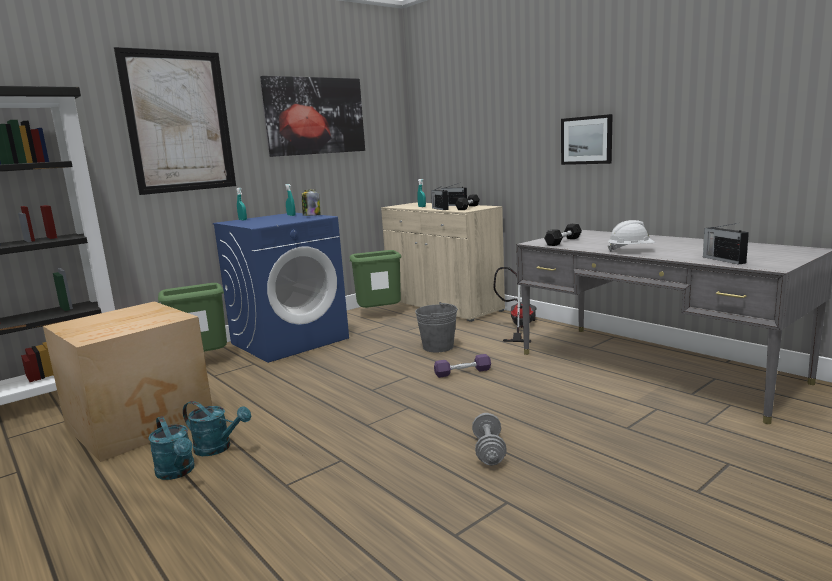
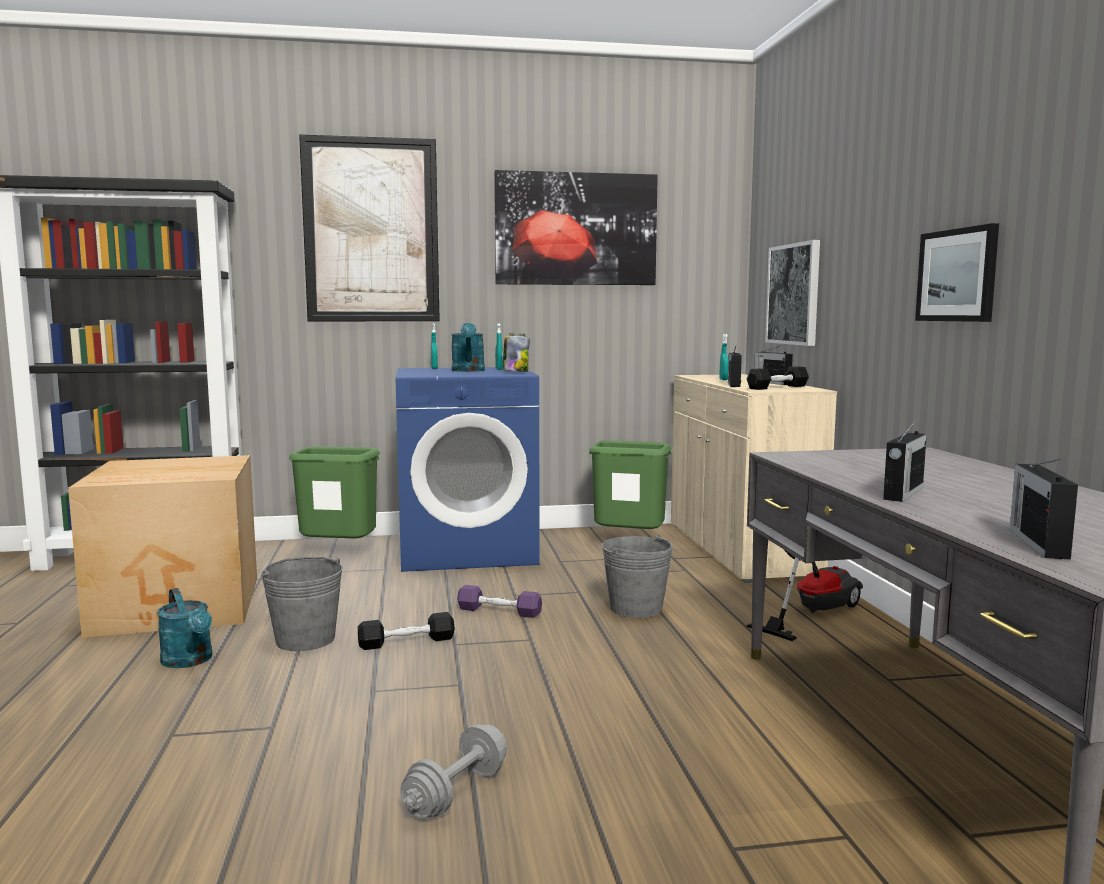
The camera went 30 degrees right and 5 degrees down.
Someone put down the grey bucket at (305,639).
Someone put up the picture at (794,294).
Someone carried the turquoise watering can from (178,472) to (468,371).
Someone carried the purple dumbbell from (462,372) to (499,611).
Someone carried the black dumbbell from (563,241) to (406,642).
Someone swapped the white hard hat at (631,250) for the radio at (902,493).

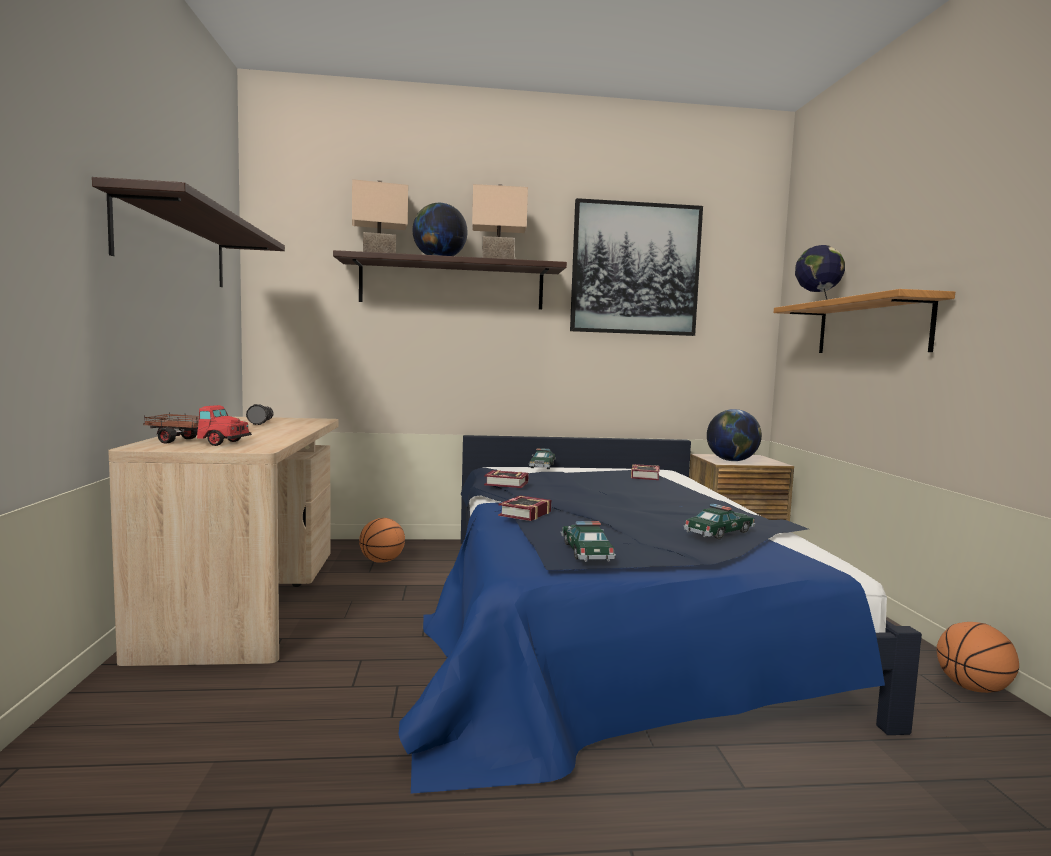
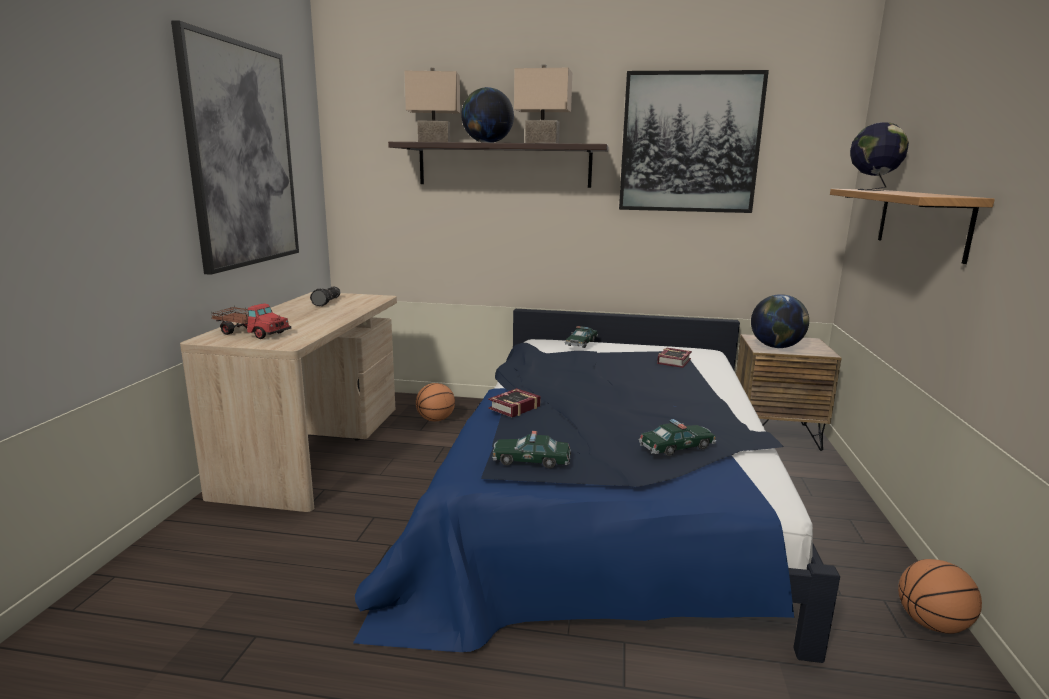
The camera went 15 degrees right and 10 degrees up.
Someone took away the book at (508,484).
Someone swapped the shelf at (175,245) for the picture at (242,156).
Someone rotated the toy car at (586,552) by 90 degrees counterclockwise.

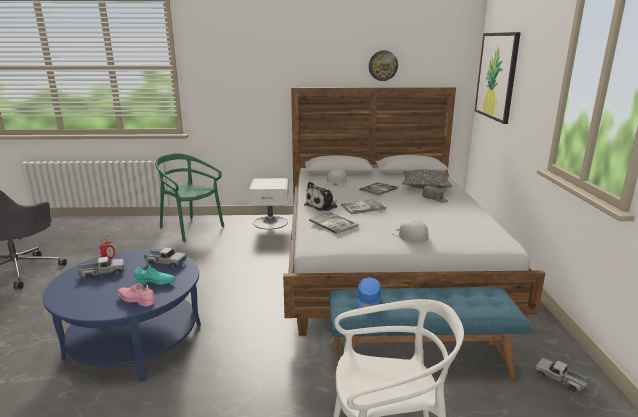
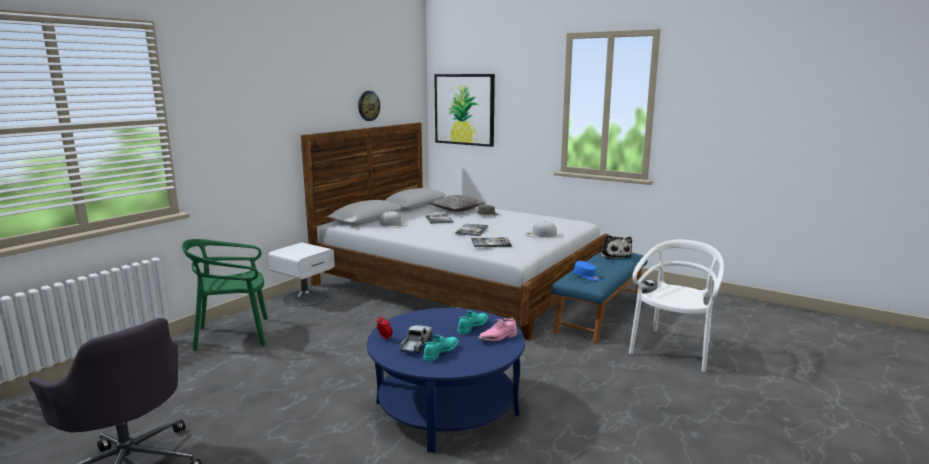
The camera went 55 degrees left and 5 degrees down.
Someone took away the toy truck at (165,263).
Someone put down the turquoise shoe at (441,352).
Someone carried the plush toy from (322,206) to (614,255).

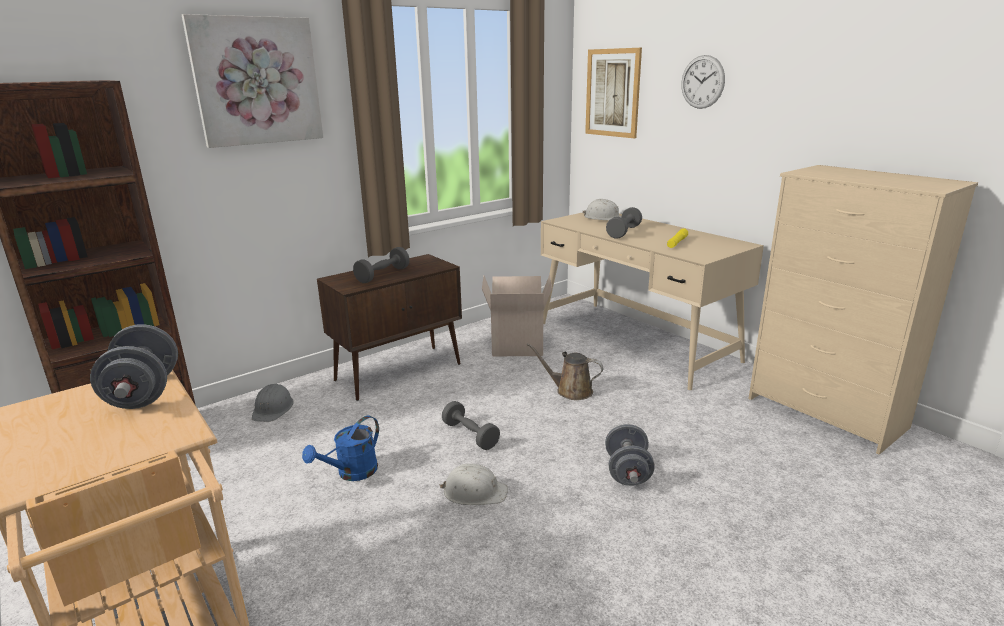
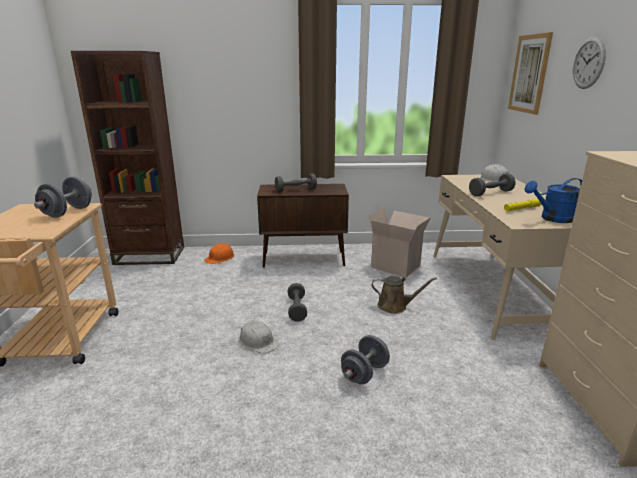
The camera went 35 degrees right and 0 degrees up.
Someone took away the picture at (256,81).
Someone carried the blue watering can from (351,473) to (552,219).
Someone repainted the grey hard hat at (273,408), which became the orange hard hat at (220,258).
Someone rotated the brown watering can at (570,391) by 135 degrees clockwise.

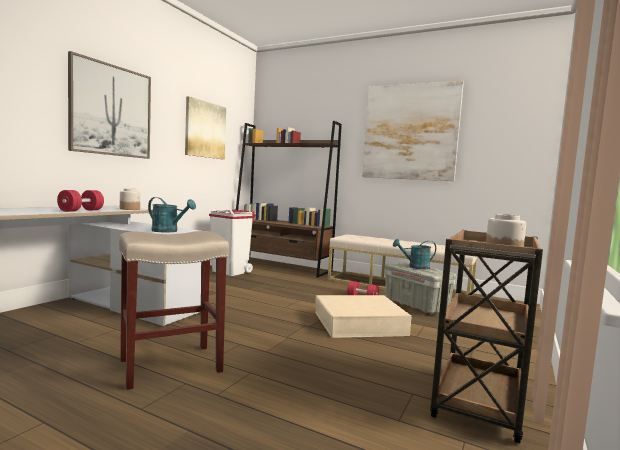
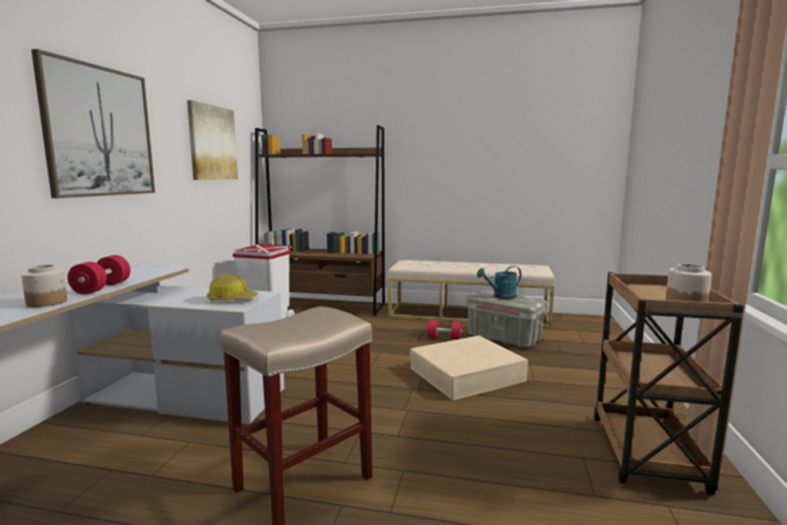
The camera went 15 degrees left and 5 degrees up.
Someone took away the picture at (410,132).
Someone carried the jar from (130,209) to (47,302).
Someone swapped the turquoise watering can at (169,231) for the hard hat at (232,300).

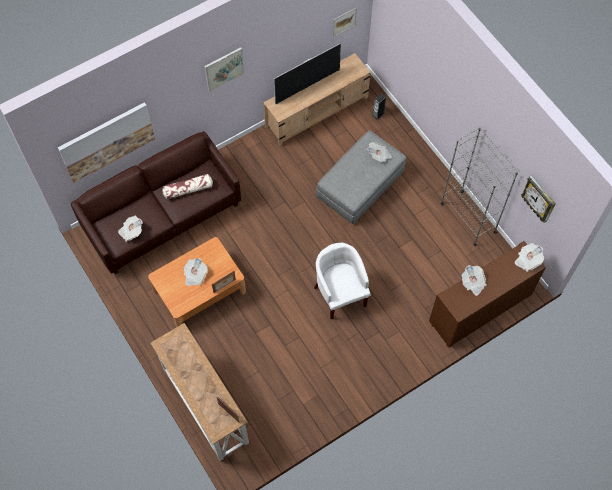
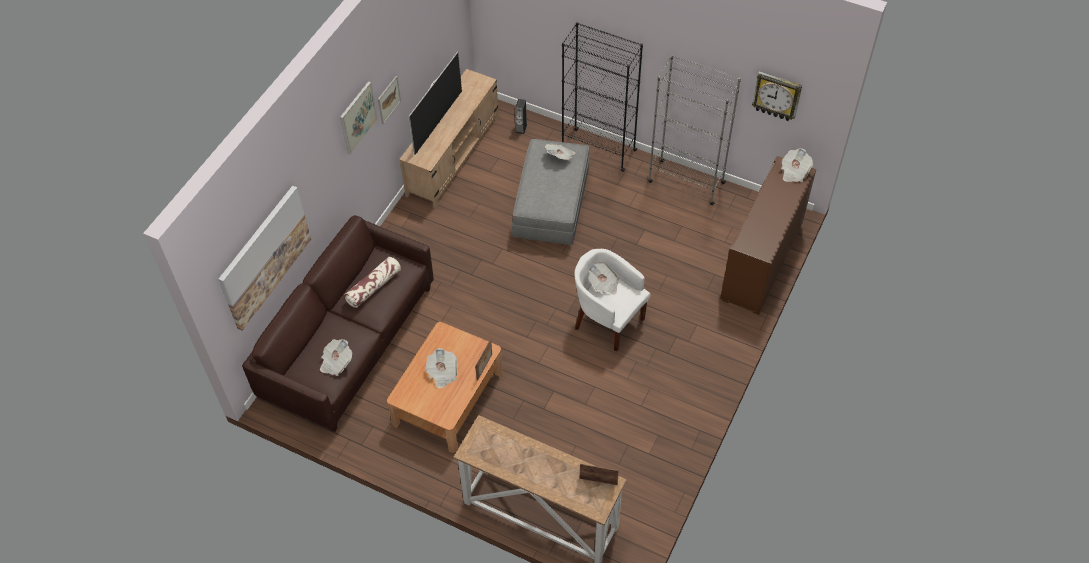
The camera went 30 degrees left and 10 degrees down.
Someone put down the black bookcase at (598,149).
Someone carried the picture from (344,21) to (388,99).
Someone carried the newspaper from (473,283) to (603,284).

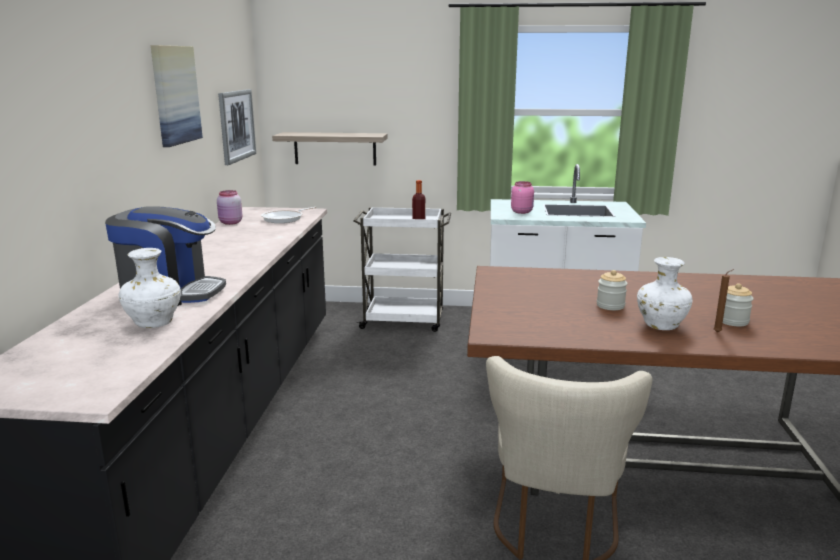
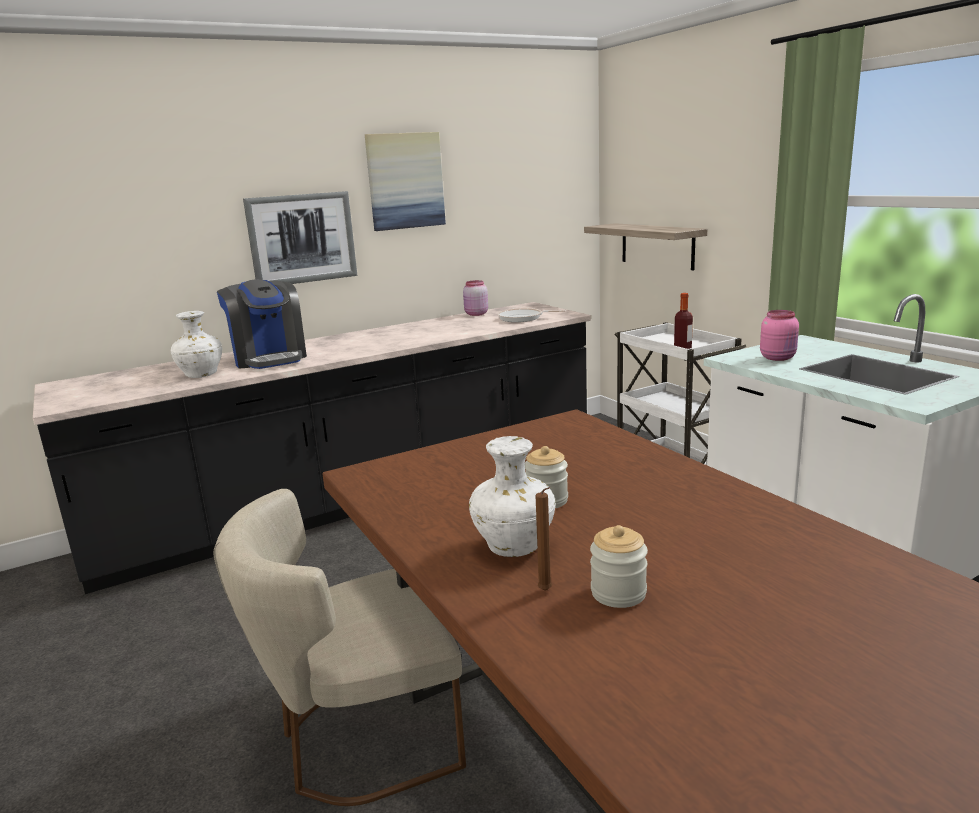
The camera went 55 degrees right and 0 degrees up.
Someone carried the picture from (236,125) to (302,238).

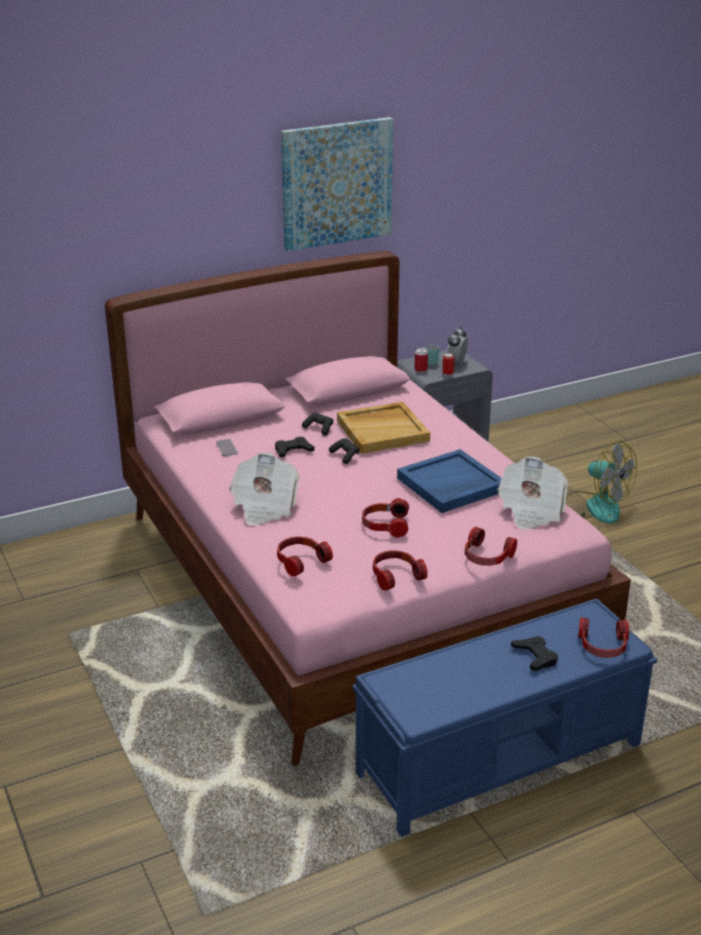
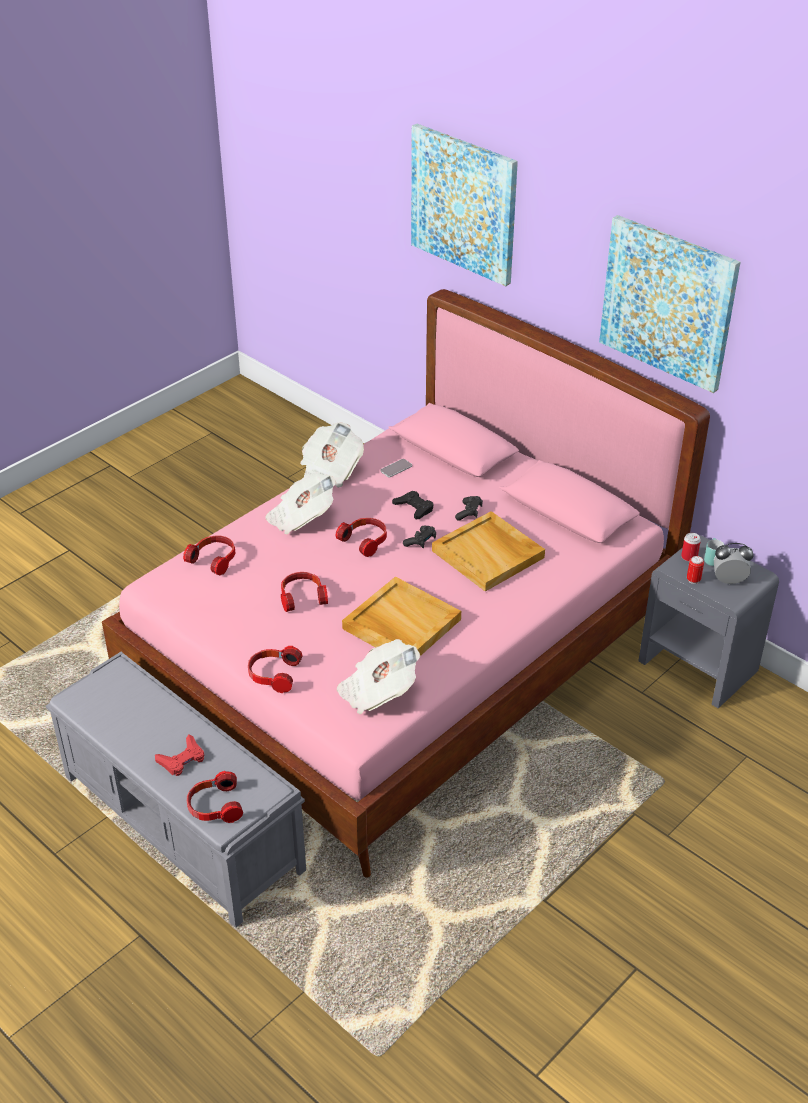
The camera went 70 degrees right and 10 degrees up.
Someone took away the fan at (594,507).
Someone put down the newspaper at (329,472).
Someone put up the picture at (464,203).
Someone carried the headphones from (395,576) to (365,541).
Someone repainted the blue bench at (501,758), which became the grey bench at (183,824).
Someone repainted the blue tray at (450,485), which became the beige tray at (400,624).
Someone repainted the black game controller at (535,657), which became the red game controller at (182,759).

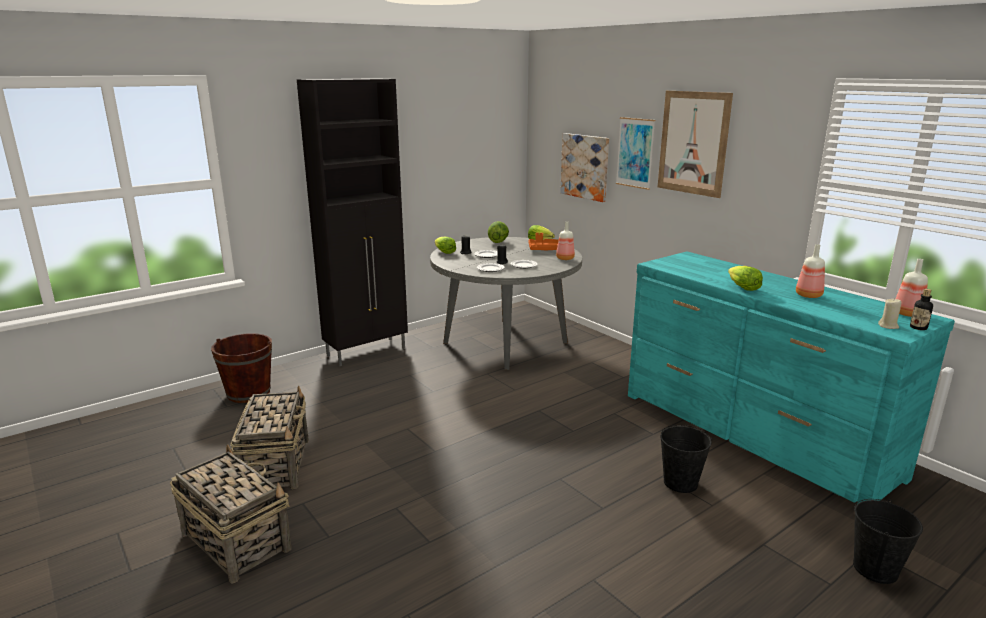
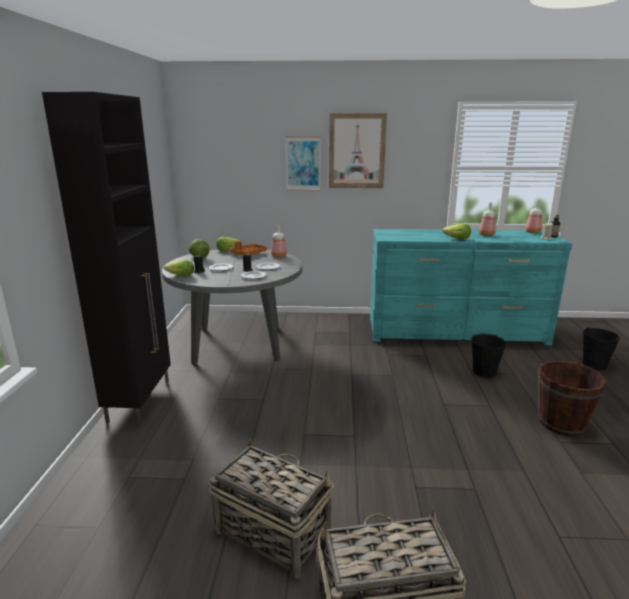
The camera went 50 degrees left and 0 degrees up.
Someone took away the picture at (585,166).
Someone carried the brown bucket from (248,393) to (561,423).

